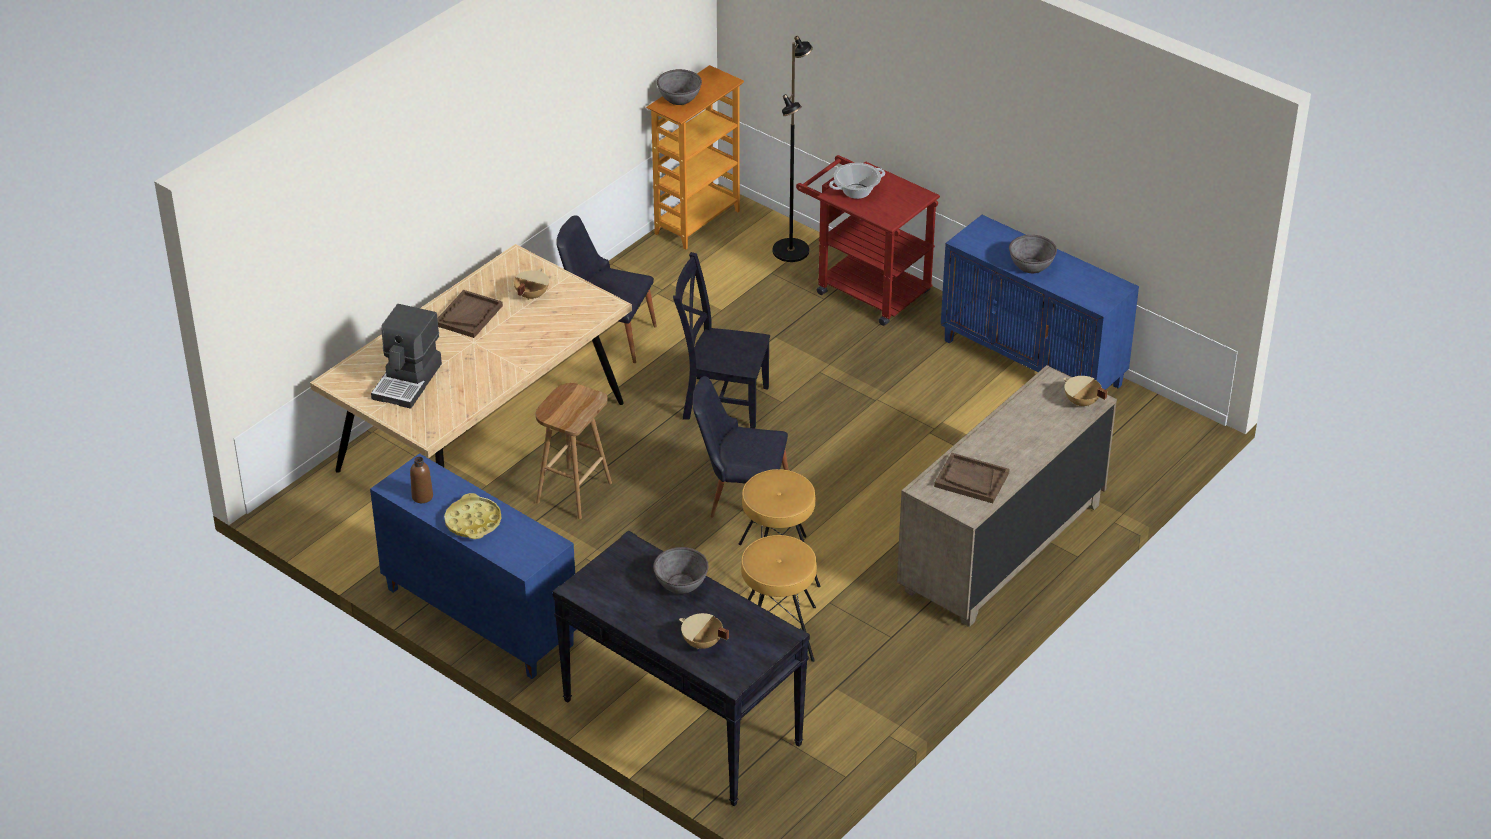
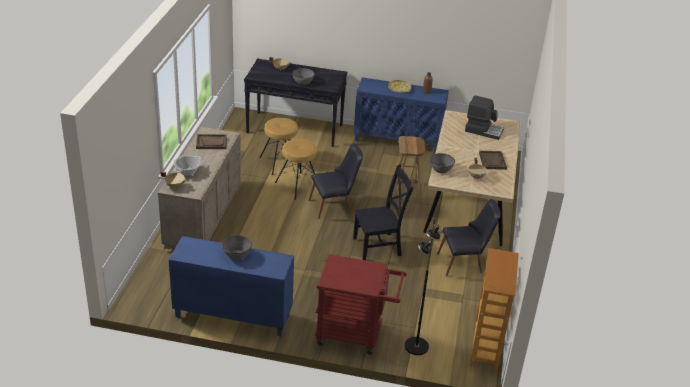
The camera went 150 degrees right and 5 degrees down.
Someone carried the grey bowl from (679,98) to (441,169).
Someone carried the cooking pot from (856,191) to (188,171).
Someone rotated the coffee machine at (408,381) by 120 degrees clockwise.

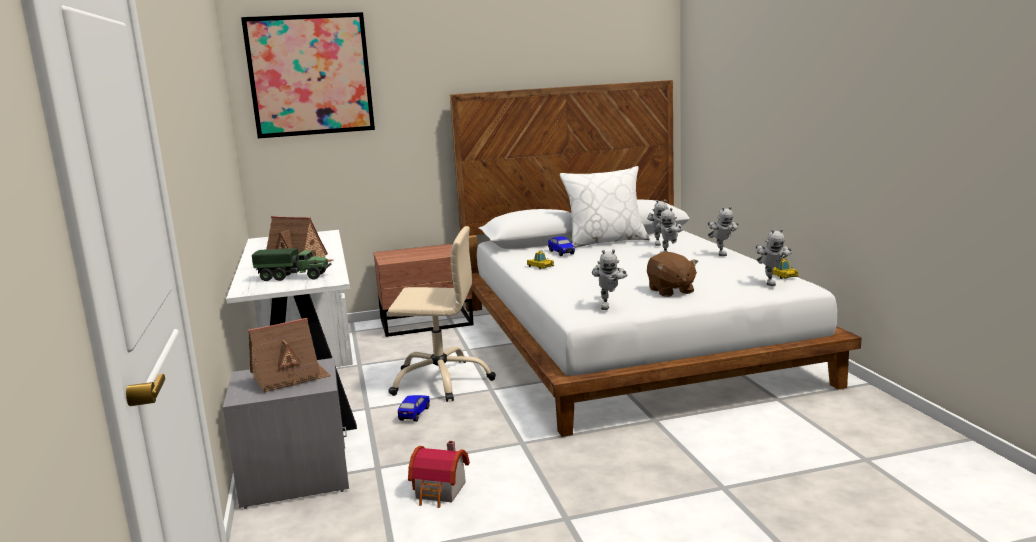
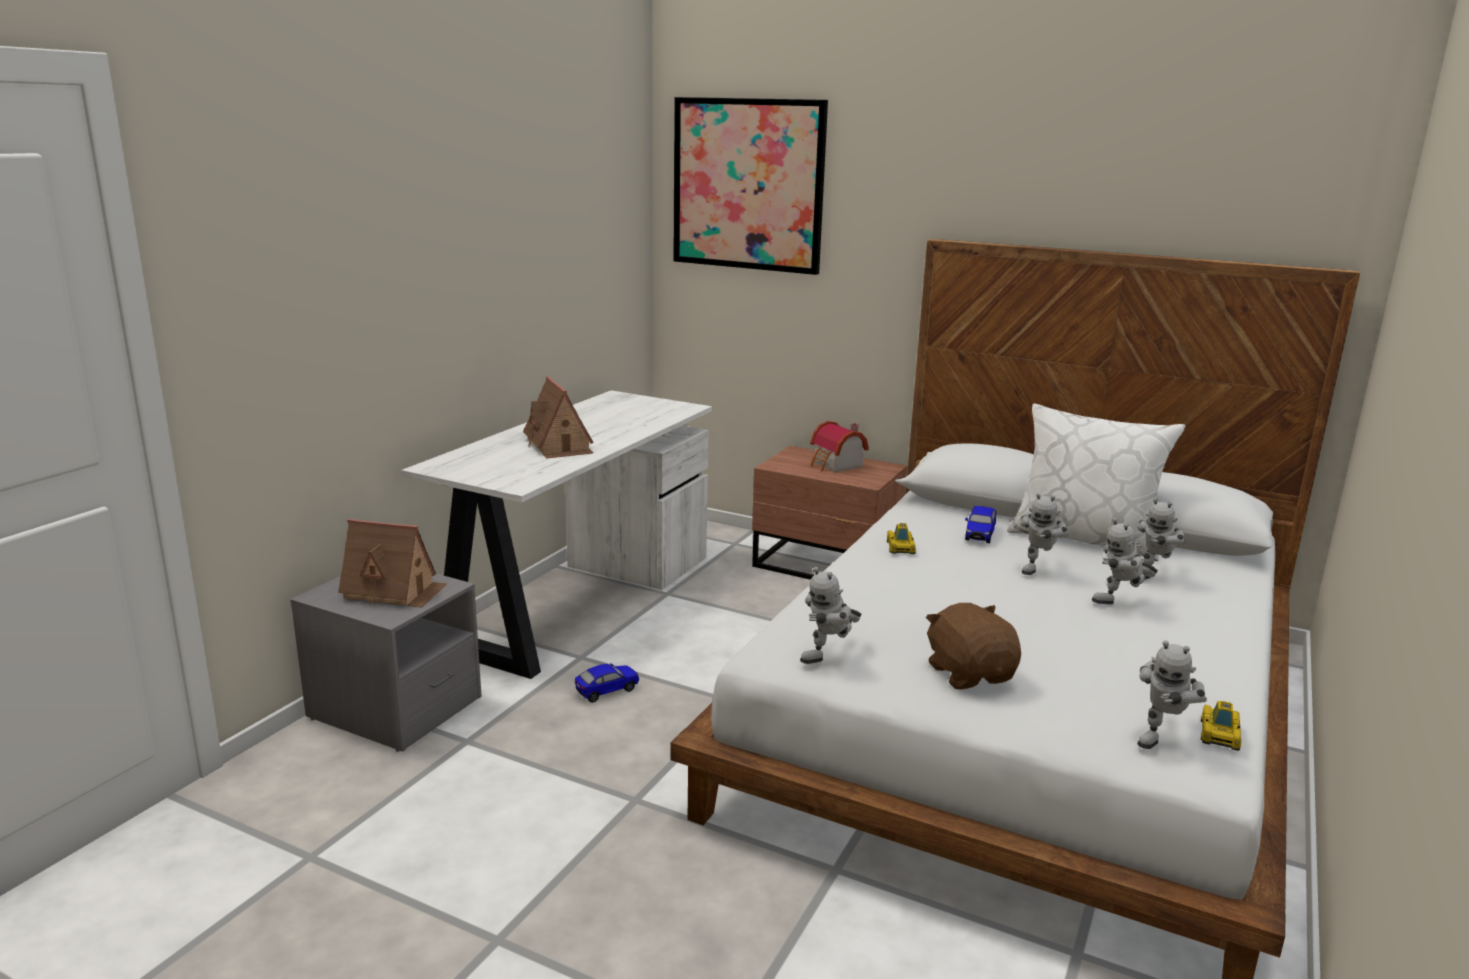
The camera went 40 degrees right and 5 degrees up.
Someone took away the toy truck at (294,277).
Someone took away the beige office chair at (441,380).
Someone carried the toy house from (441,492) to (836,465).
Someone carried the toy robot from (721,254) to (1038,569).
Someone rotated the brown plush toy at (670,291) by 135 degrees clockwise.

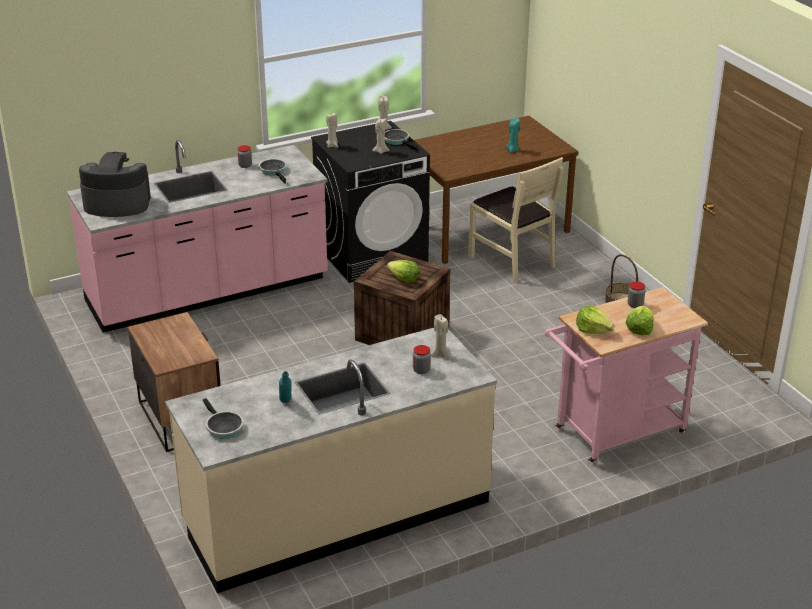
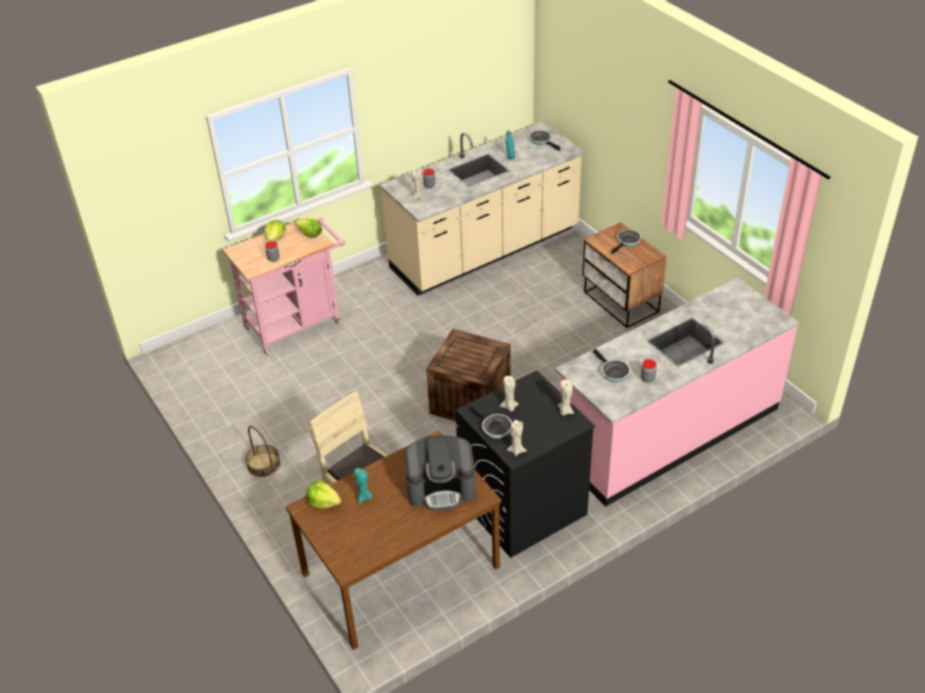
The camera went 175 degrees right and 10 degrees up.
Someone put down the frying pan at (627,242).
Someone carried the coffee machine from (116,204) to (441,487).
Someone carried the lettuce from (403,279) to (323,501).

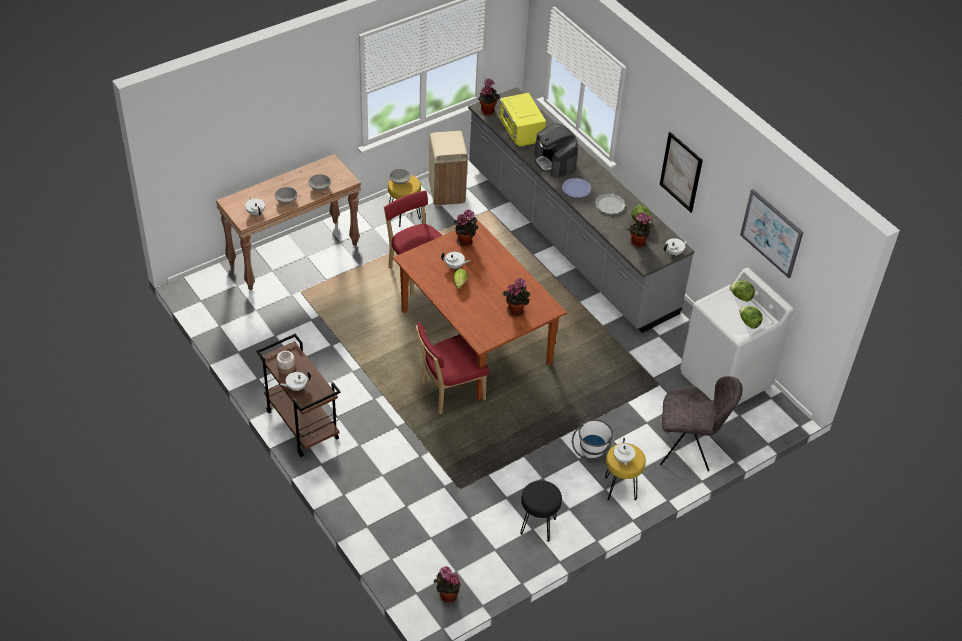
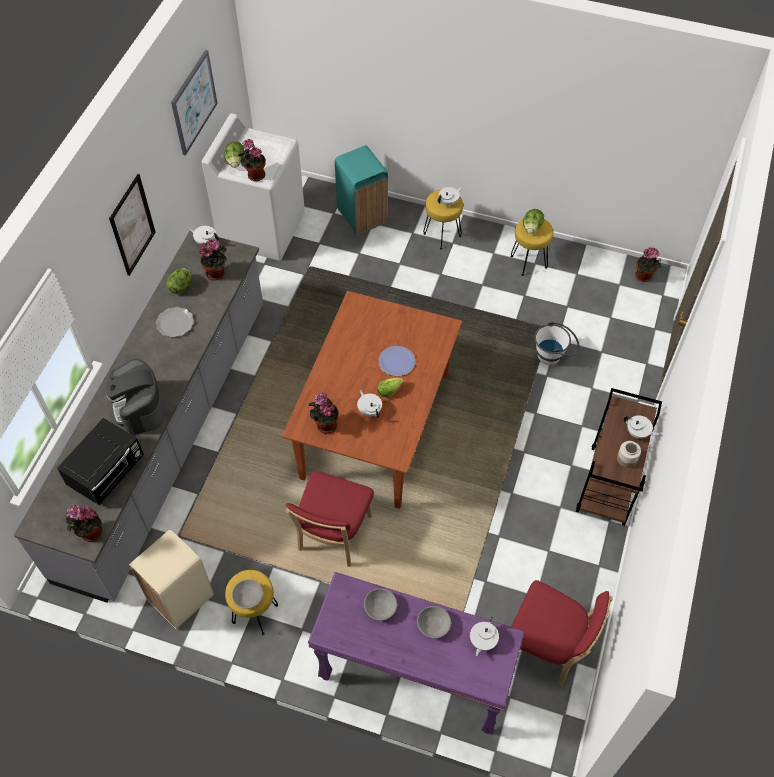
The camera went 125 degrees left and 10 degrees up.
Someone carried the red chair from (449,391) to (547,648).
Someone carried the potted plant from (516,310) to (254,175).
Someone carried the plate from (576,188) to (396,361).
Someone carried the white bucket from (590,453) to (554,355).
Someone carried the lettuce from (749,322) to (532,228).
Someone swapped the grey chair at (688,449) for the turquoise trash can at (362,216).
Someone repainted the brown console table at (293,254), which became the purple console table at (412,678).
Someone repainted the yellow microwave at (521,132), which became the black microwave at (108,472).
Someone repainted the black stool at (538,526), which became the yellow stool at (528,261).
Someone rotated the coffee machine at (555,162) by 135 degrees clockwise.

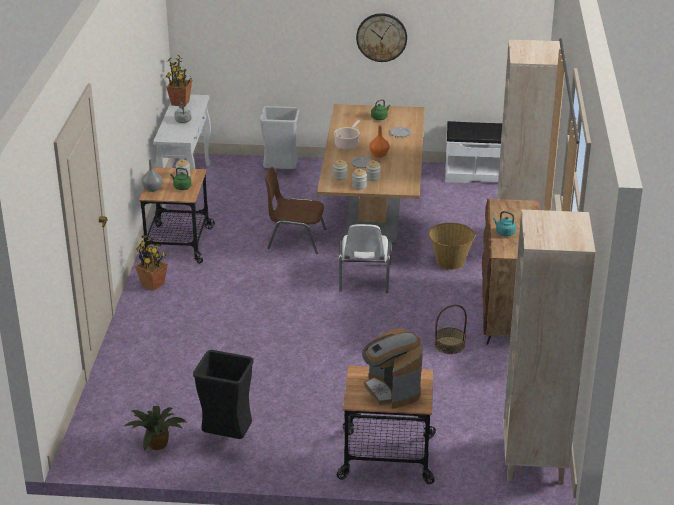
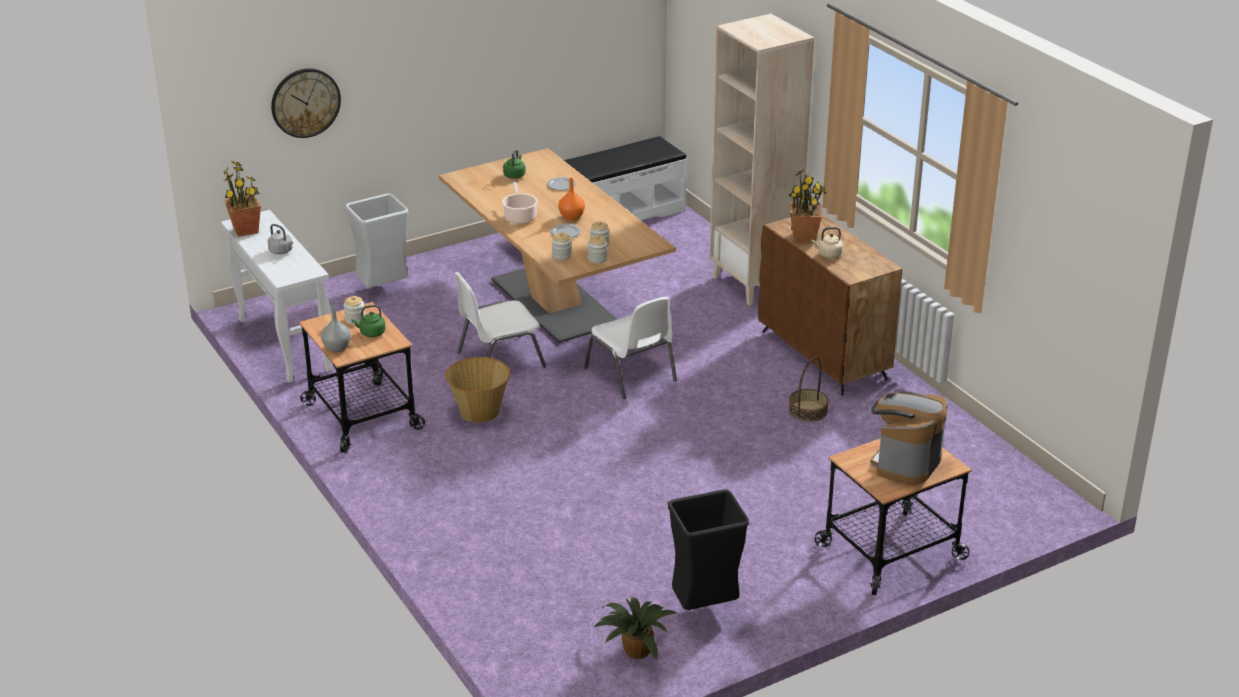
The camera went 35 degrees left and 0 degrees up.
Someone took away the beige bookcase at (534,460).
Someone carried the potted plant from (153,284) to (803,237).
Someone carried the wall clock from (381,37) to (305,102).
Someone carried the basket from (450,262) to (479,412).
Someone repainted the brown chair at (295,239), which became the white chair at (499,359).
Someone repainted the turquoise kettle at (504,233), which became the beige kettle at (828,254).
Someone rotated the coffee machine at (392,390) by 90 degrees clockwise.

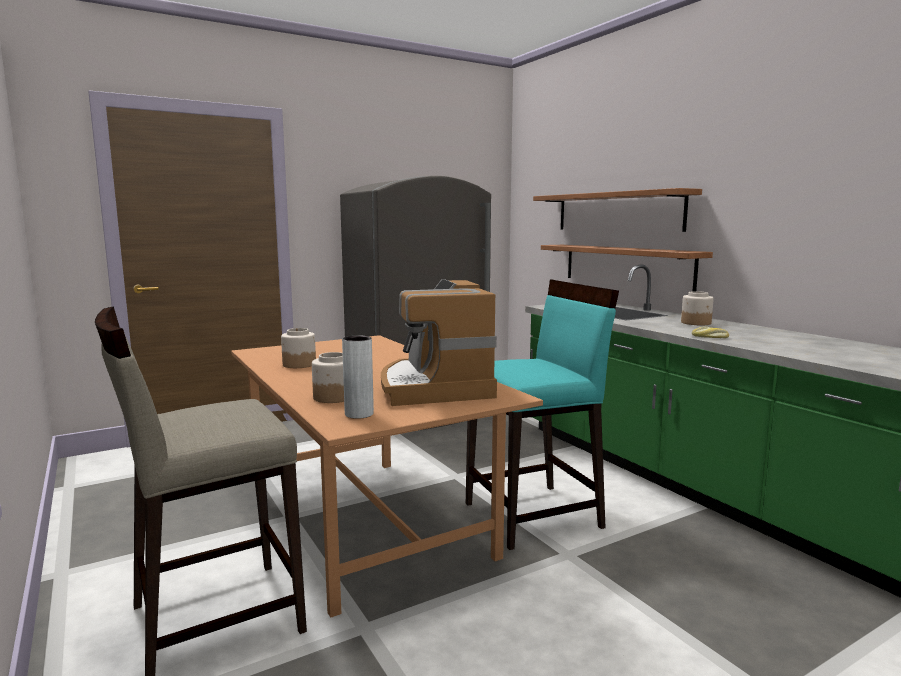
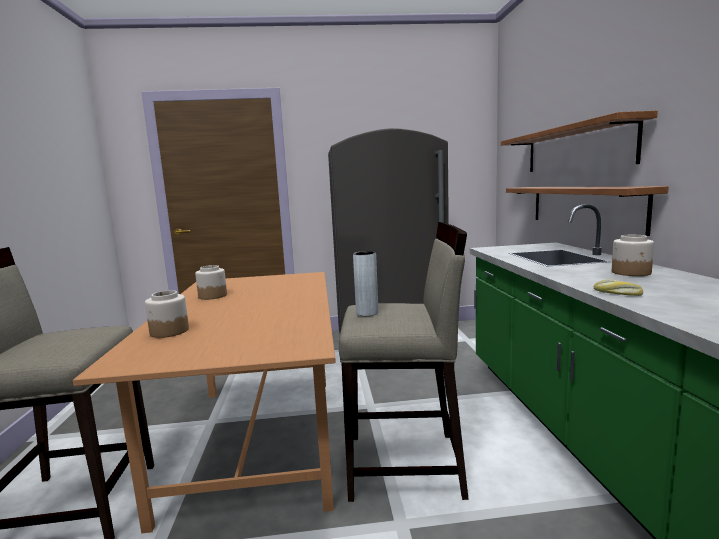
The camera went 25 degrees right and 0 degrees up.
Someone took away the coffee machine at (434,387).
Someone carried the grey vase from (359,414) to (367,313).
Someone repainted the turquoise stool at (534,515), which became the beige stool at (406,465).

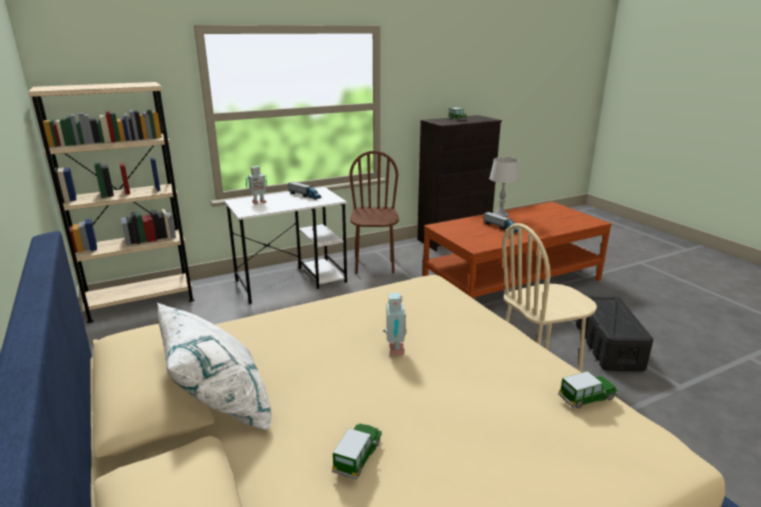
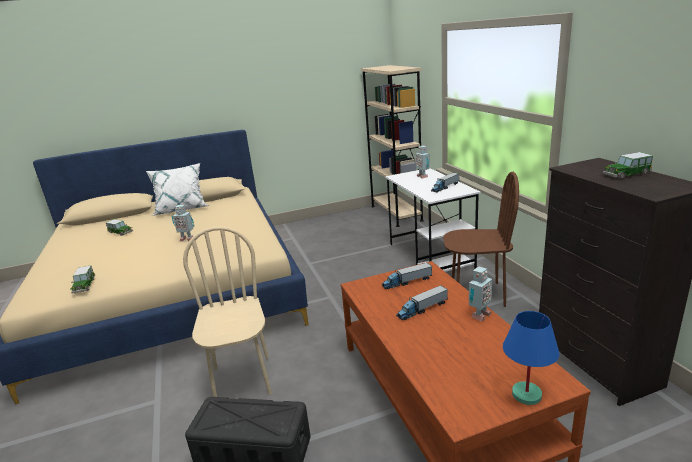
The camera went 100 degrees right and 0 degrees up.
Someone put down the toy truck at (407,282).
Someone put down the blue table lamp at (526,394).
Someone swapped the grey table lamp at (500,215) for the toy robot at (479,315).

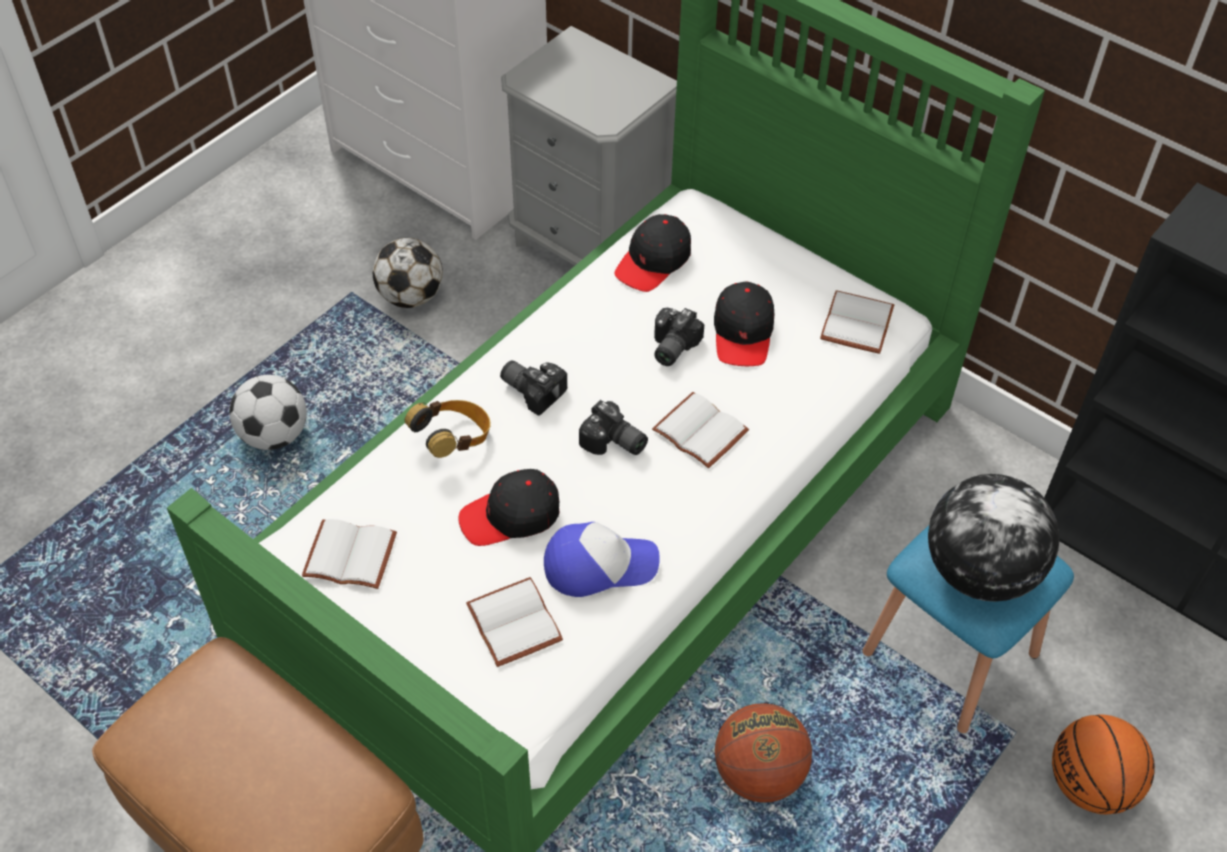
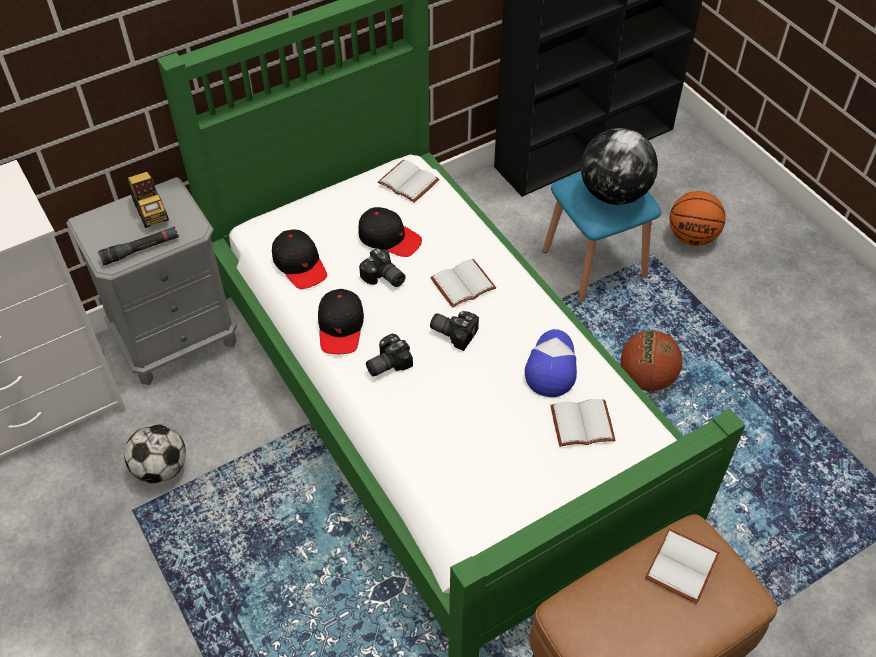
The camera went 70 degrees left and 0 degrees up.
Someone took away the football at (274,435).
Someone took away the headphones at (454,440).
Someone put down the black flashlight at (140,250).
Someone put down the toy truck at (151,211).
Someone carried the white book from (348,557) to (683,568).
Someone carried the black cap from (511,516) to (341,327).
Someone rotated the photo camera at (613,443) by 120 degrees counterclockwise.

